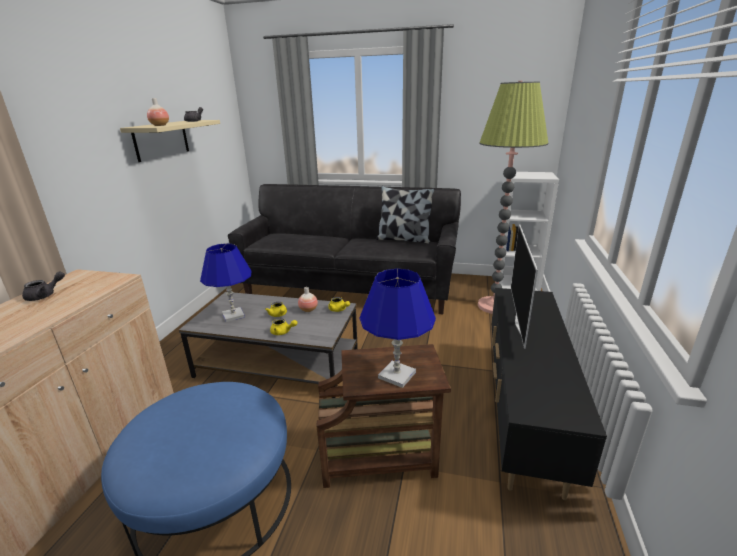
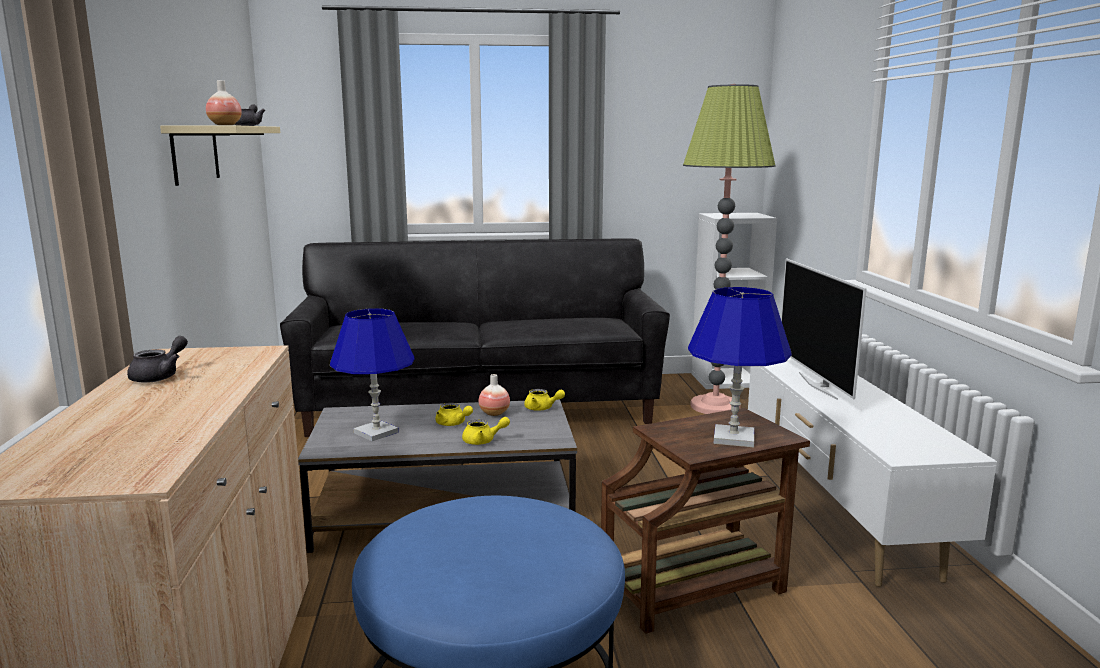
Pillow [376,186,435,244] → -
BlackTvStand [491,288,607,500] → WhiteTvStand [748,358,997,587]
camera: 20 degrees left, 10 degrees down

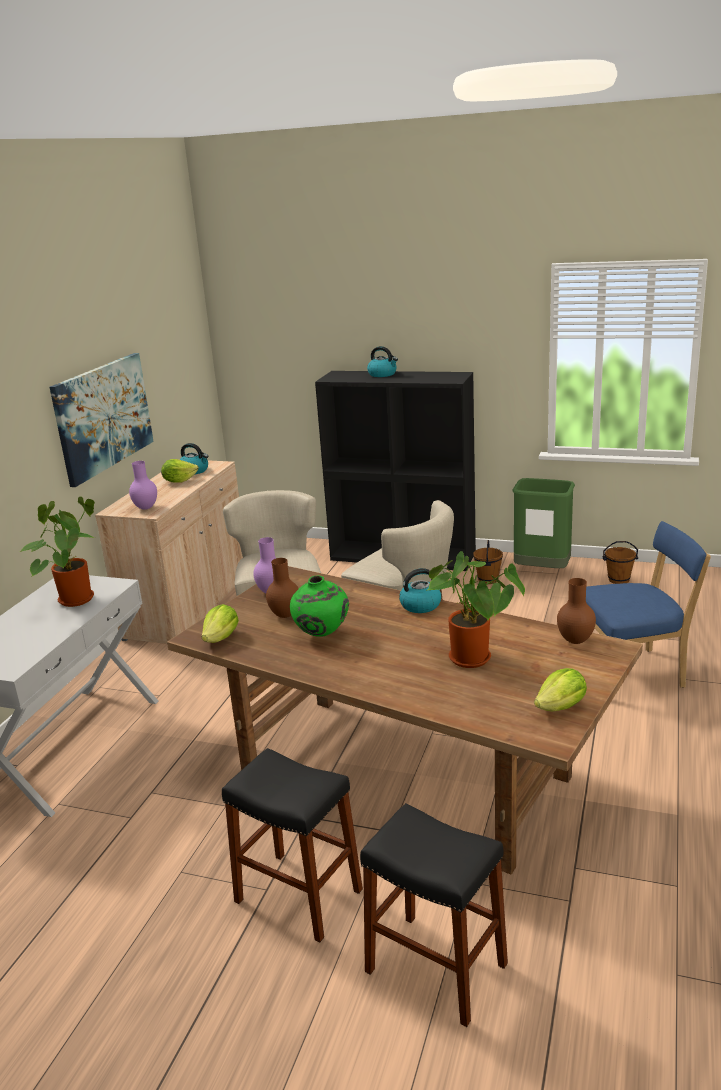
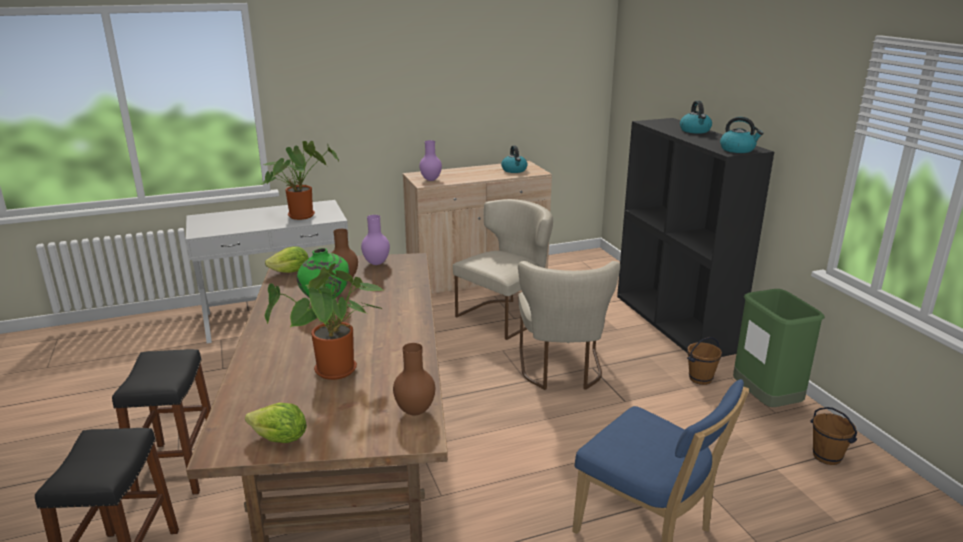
Picture [49,353,154,487] → -
Lettuce [161,459,198,483] → -
Kettle [399,568,441,613] → Kettle [720,117,763,153], shifted
camera: 50 degrees right, 0 degrees up

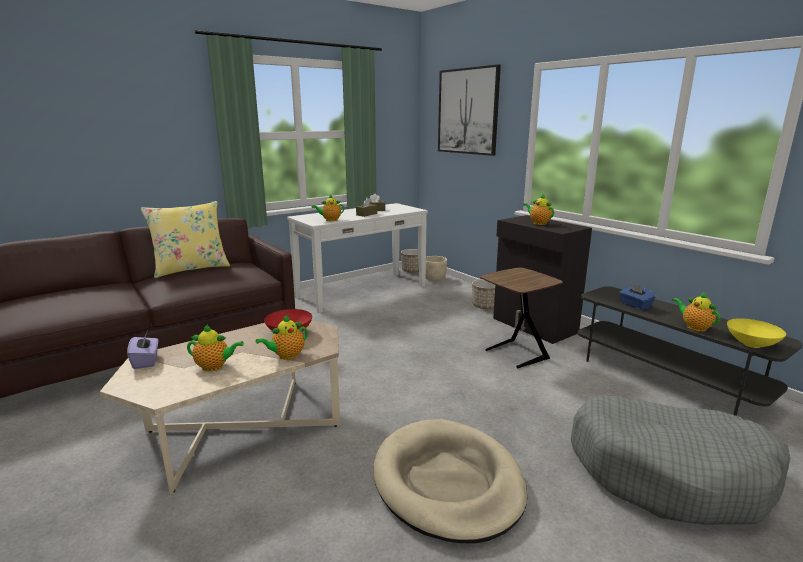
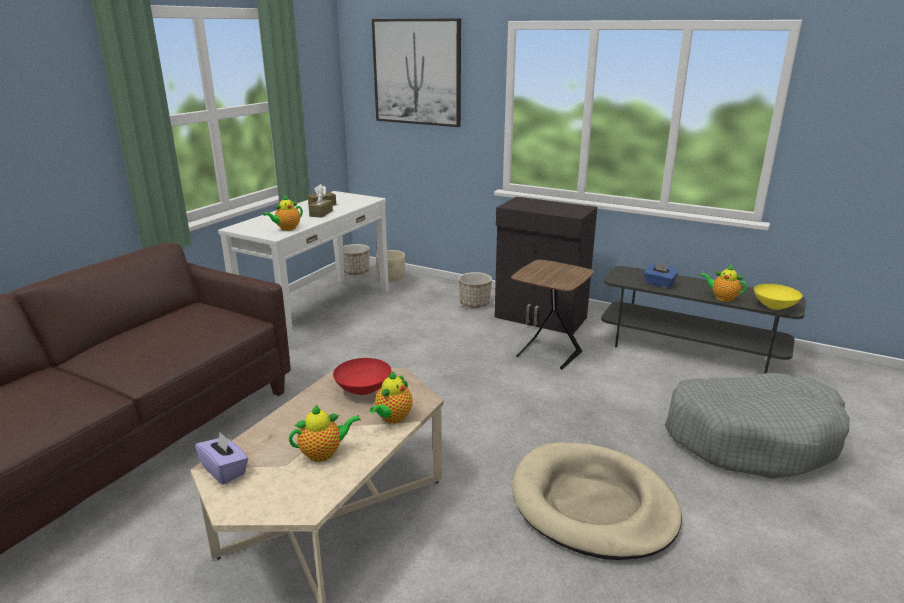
Teapot [523,194,554,225] → -
YellowPillow [141,201,230,278] → -
camera: 25 degrees left, 5 degrees up

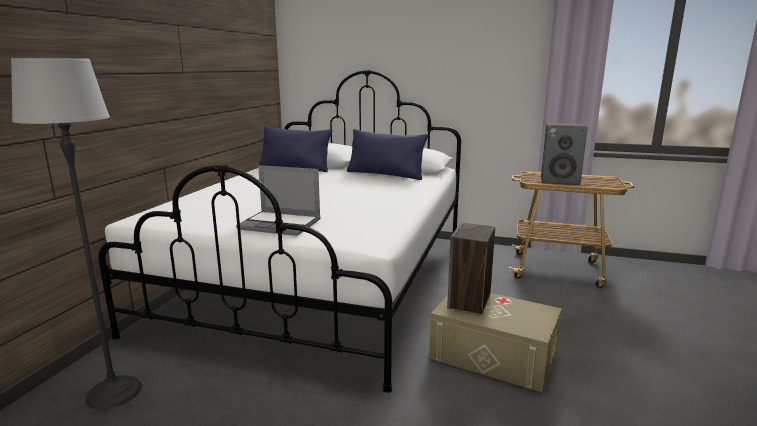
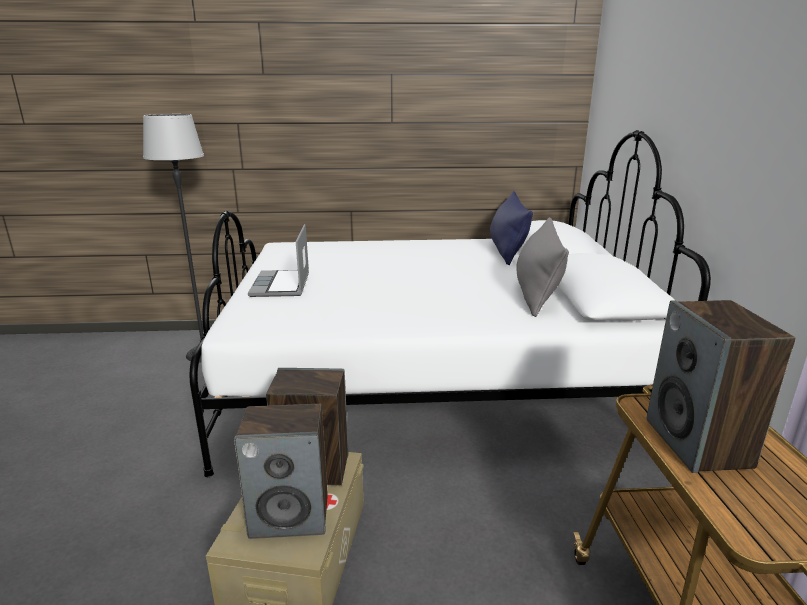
BluePillow [347,129,428,180] → GreyPillow [516,217,569,317]
- → Speaker [234,404,328,539]
camera: 70 degrees right, 5 degrees up

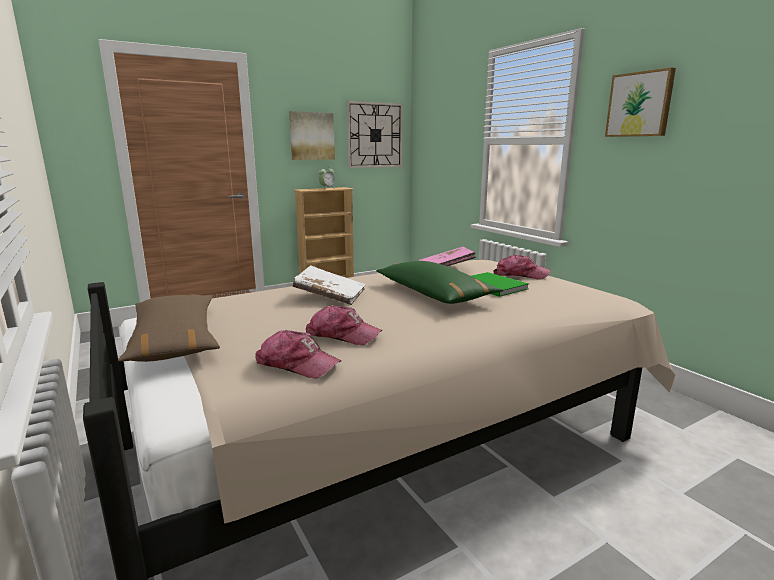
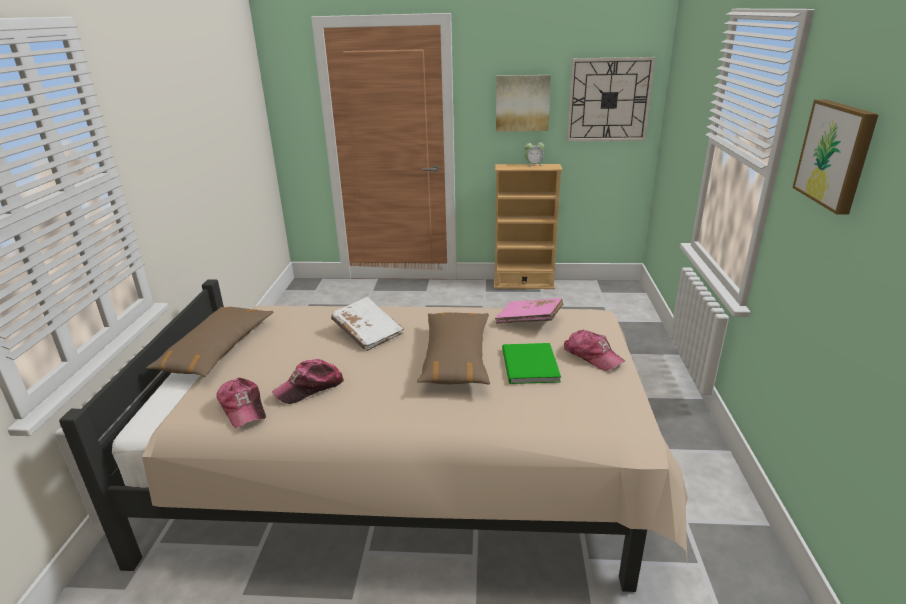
GreenPillow [376,261,503,304] → BrownPillow [417,312,490,385]
Cap [306,305,382,345] → Cap [272,359,344,404], 90 degrees clockwise
camera: 35 degrees right, 10 degrees up

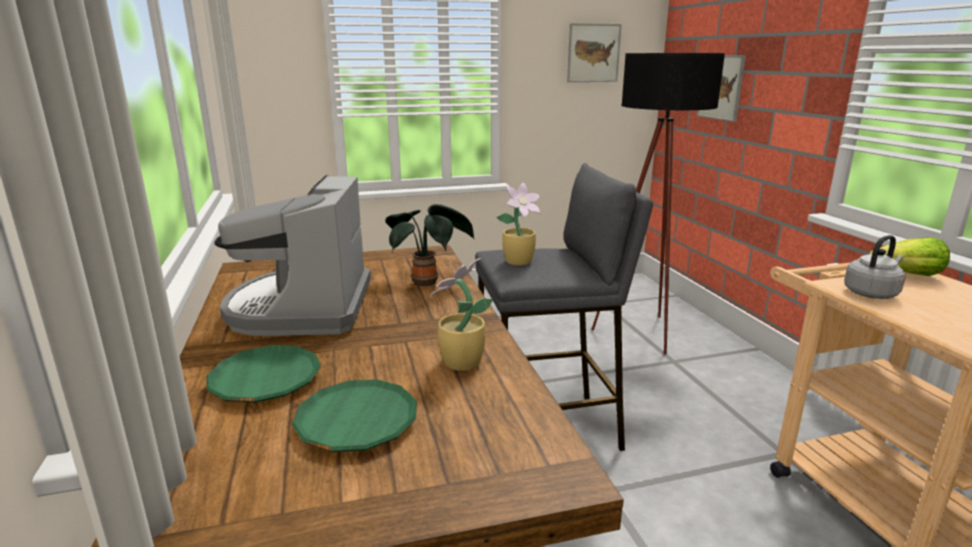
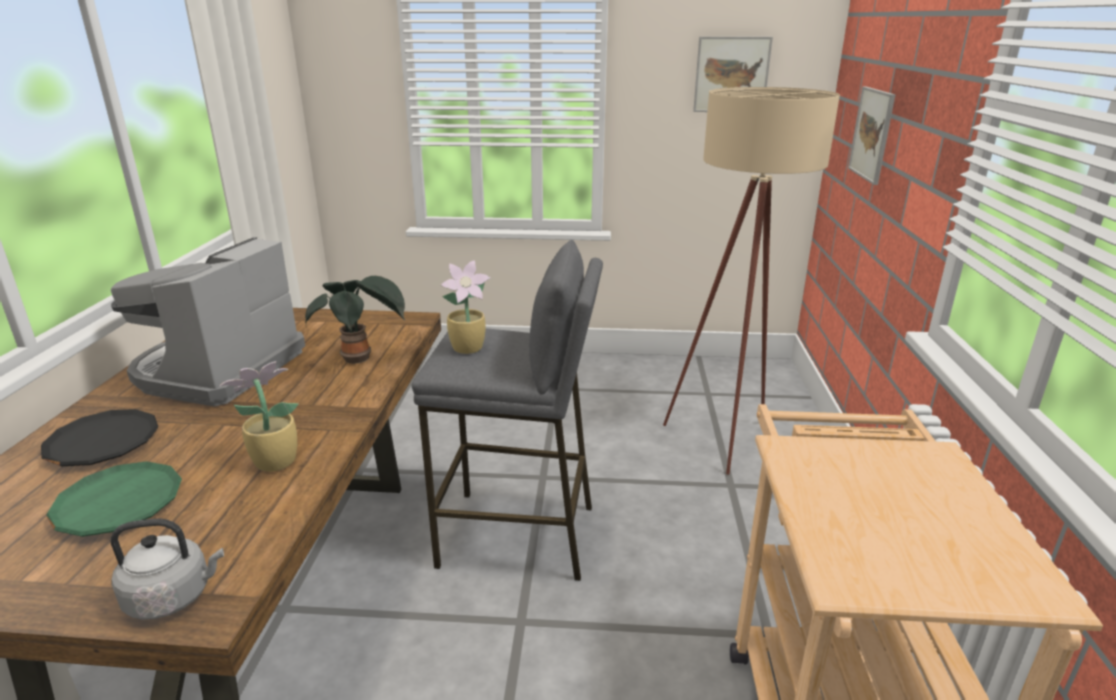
BlackFloorLamp [591,53,725,355] → BeigeFloorLamp [663,87,840,475]
GreyKettle [844,235,906,299] → GreyKettle [110,518,224,620], shifted
Lettuce [870,237,950,276] → -
GreenPlate [206,345,321,403] → BlackPlate [41,409,158,466]
camera: 20 degrees right, 5 degrees up

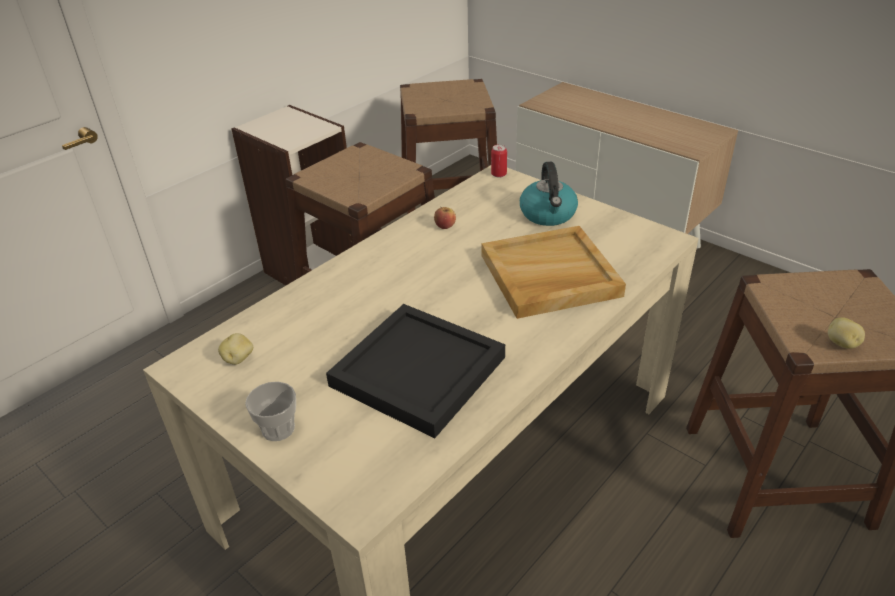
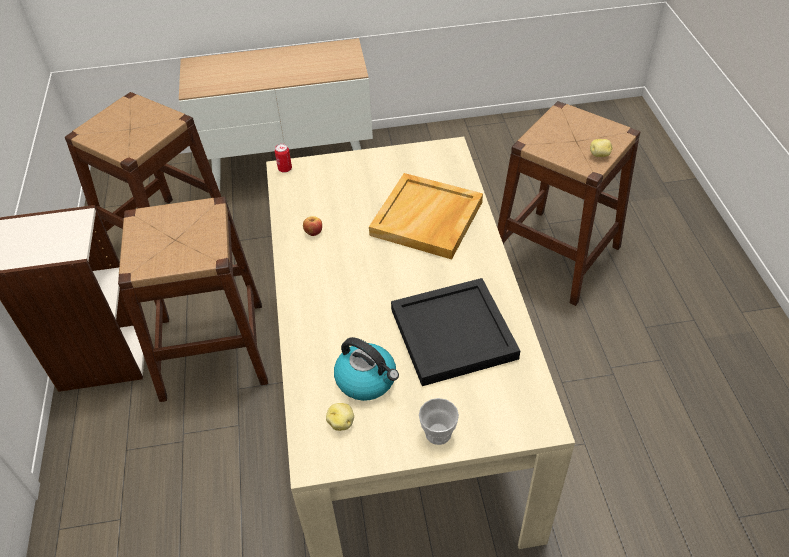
Kettle [520,162,578,226] → Kettle [334,337,399,401], shifted
camera: 50 degrees left, 10 degrees up

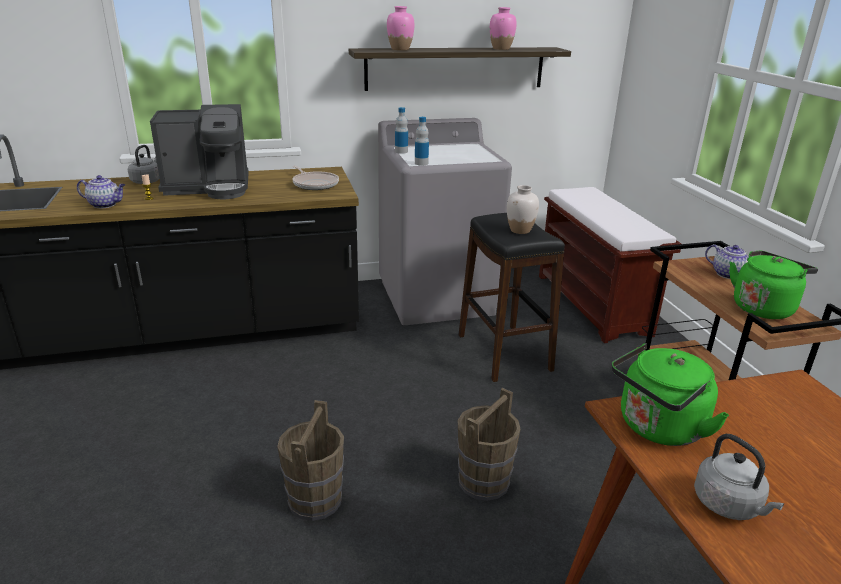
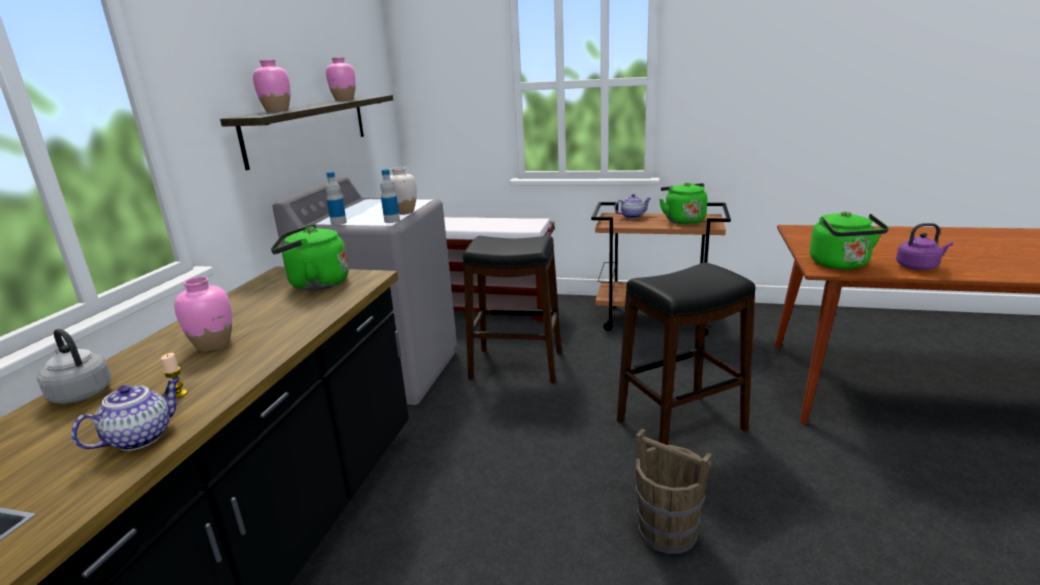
CoffeeMachine [150,104,249,199] → PinkVase [174,277,232,352]
FryingPan [293,166,339,190] → GreenKettle [271,224,349,290]
WhiteVase [507,185,539,234] → WhiteVase [390,167,417,215], shifted
BrownBucket [457,388,521,501] → BlackStool [617,263,756,445]
GreyKettle [694,434,784,520] → PurpleKettle [896,223,953,270]
camera: 60 degrees left, 5 degrees down

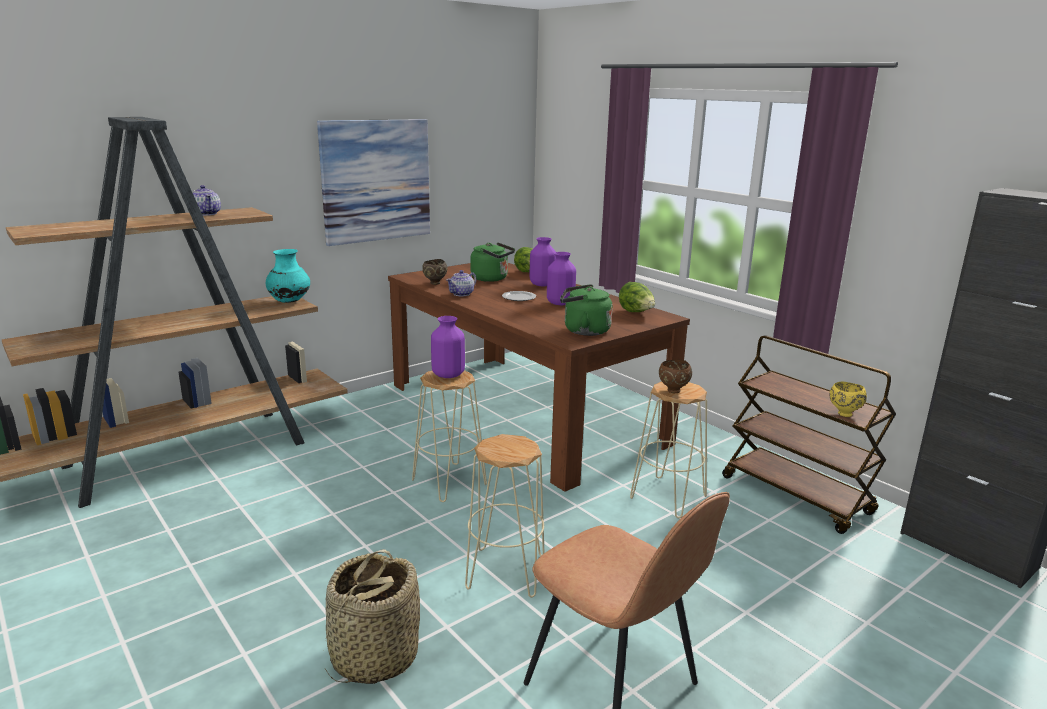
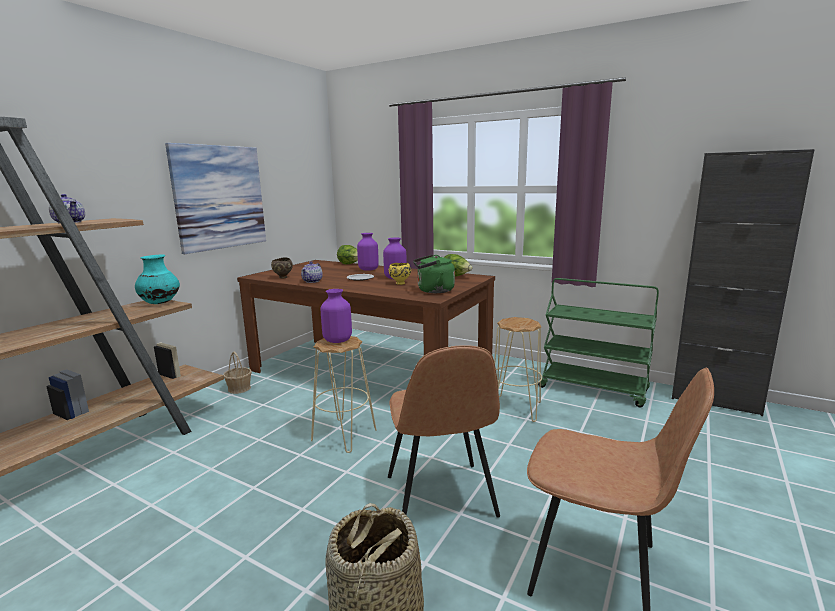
GreenKettle [471,242,515,282] → -
BrownCart [722,335,896,534] → GreenCart [538,278,659,407]
BrownBowl [659,359,692,393] → -
YellowBowl [829,381,867,417] → YellowBowl [388,263,411,285], shifted
BeigeStool [465,434,545,598] → BrownChair [388,345,500,518]
- → Basket [223,352,252,394]
camera: 20 degrees left, 5 degrees down

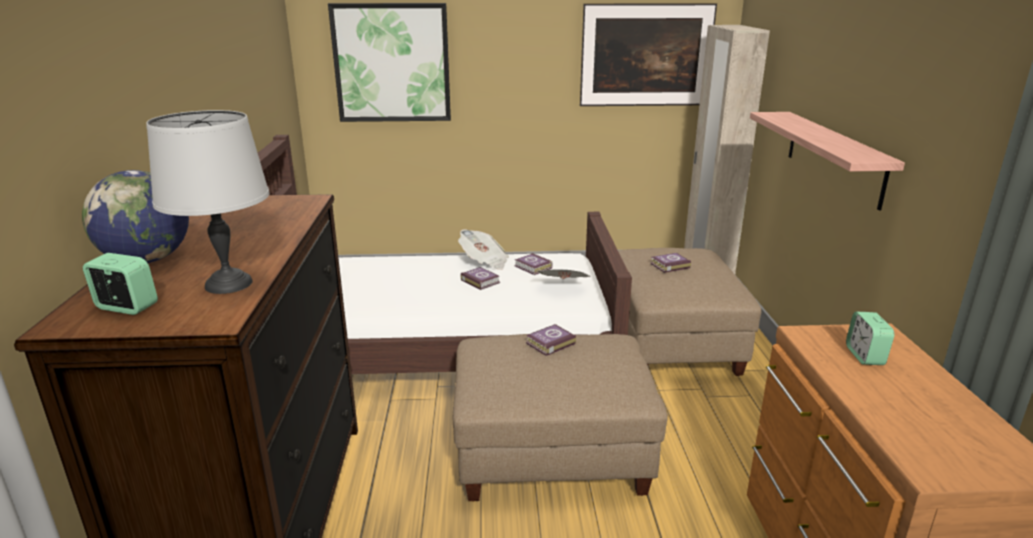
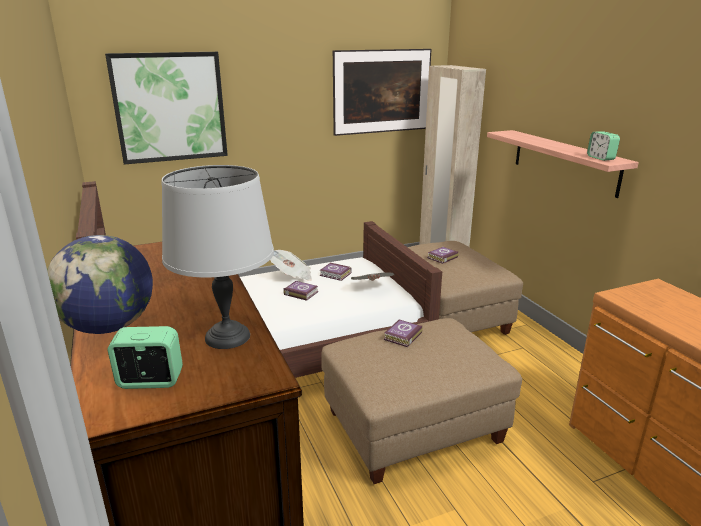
AlarmClock [846,312,894,365] → AlarmClock [587,132,620,161], shifted
camera: 20 degrees left, 0 degrees up

